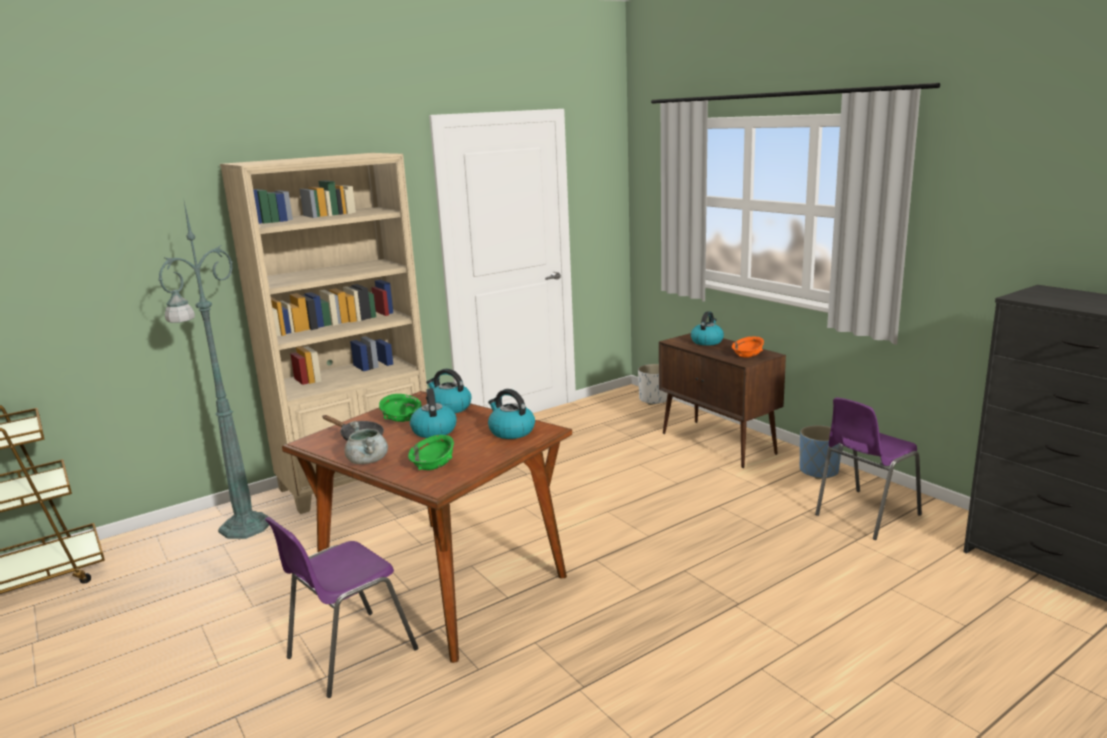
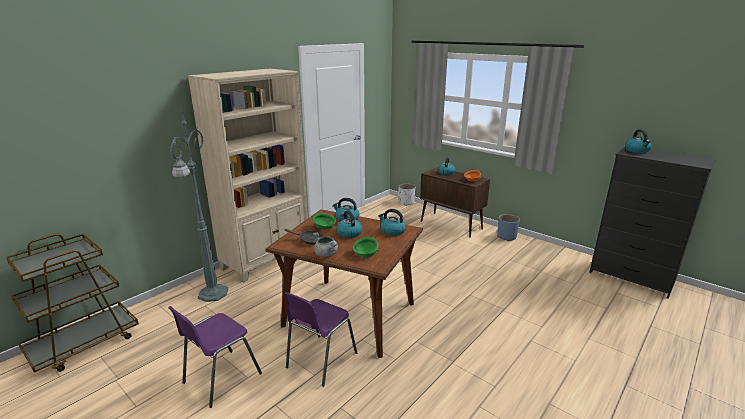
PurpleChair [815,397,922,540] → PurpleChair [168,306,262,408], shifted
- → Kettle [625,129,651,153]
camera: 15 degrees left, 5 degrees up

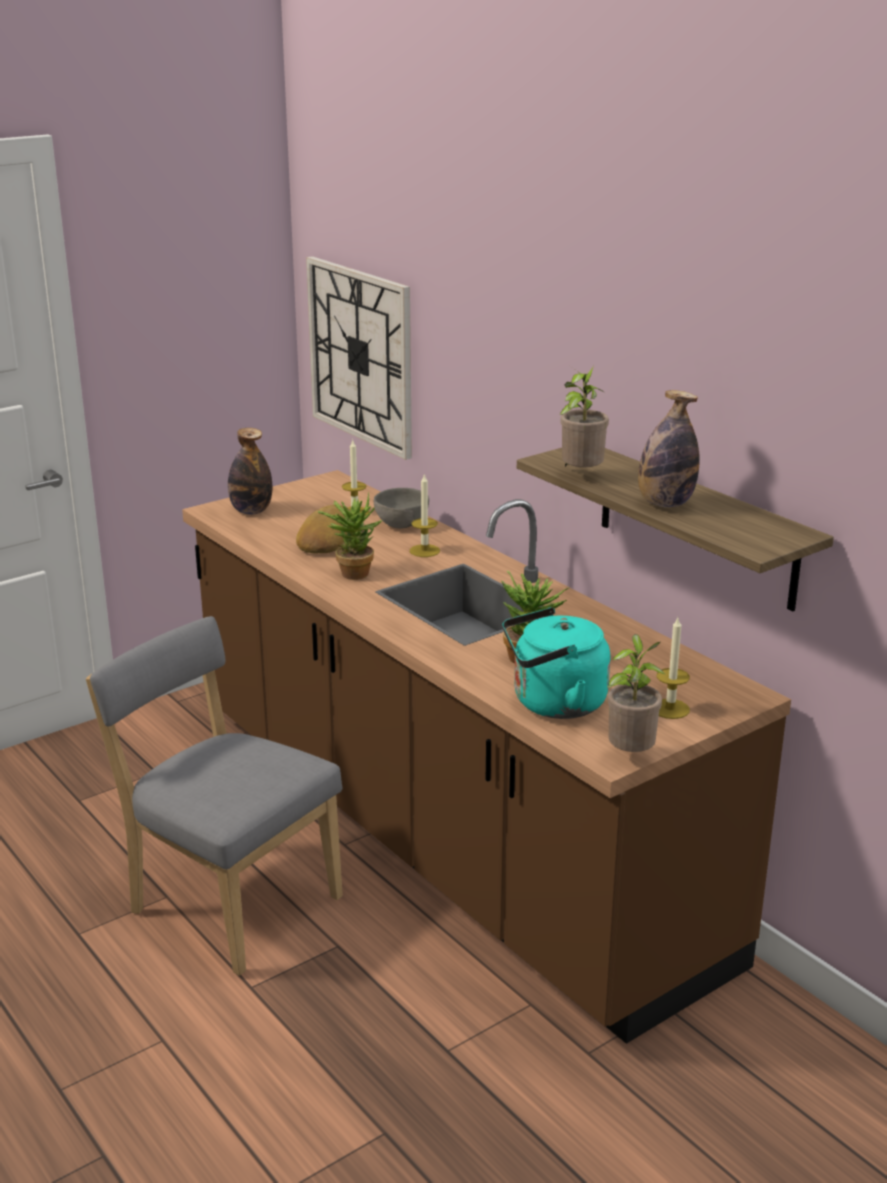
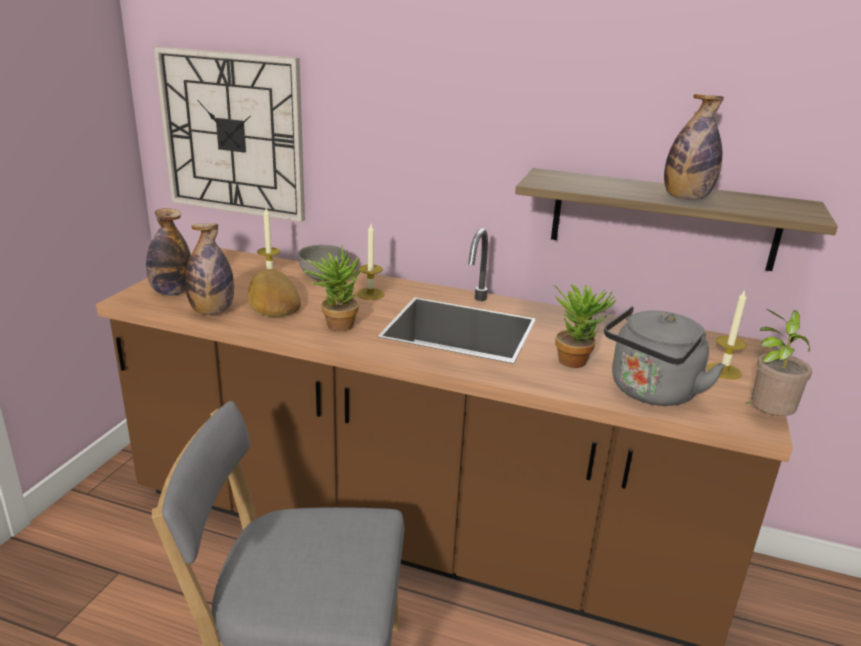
PottedPlant [559,366,609,468] → -
TurquoiseKettle [503,607,610,719] → GreyKettle [604,306,725,406]
- → Bottle [185,223,234,315]
camera: 35 degrees left, 0 degrees up

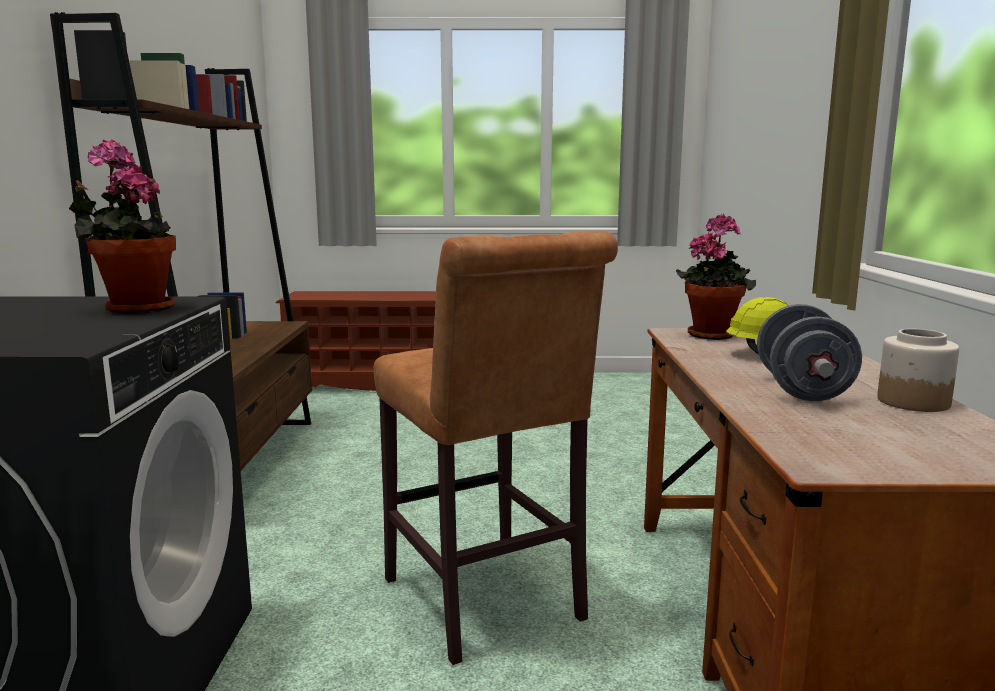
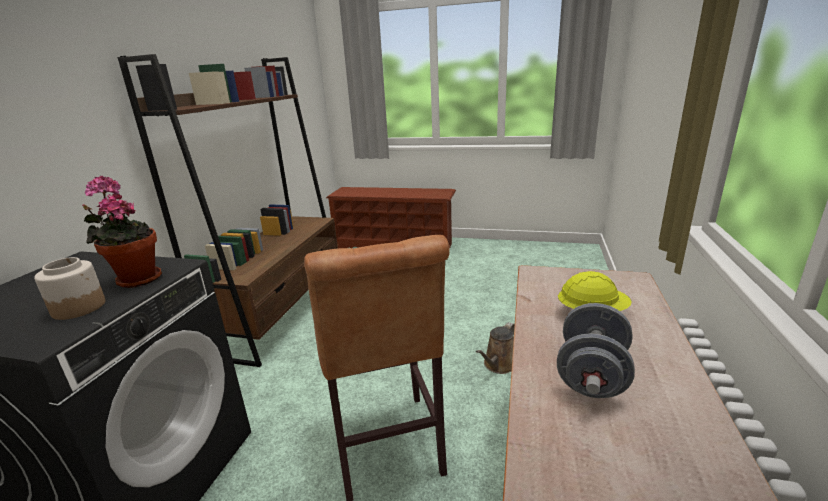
PottedPlant [676,214,756,340] → -
Jar [877,329,959,412] → Jar [34,257,106,320], shifted
- → BrownWateringCan [476,322,515,374]
camera: 15 degrees right, 10 degrees up

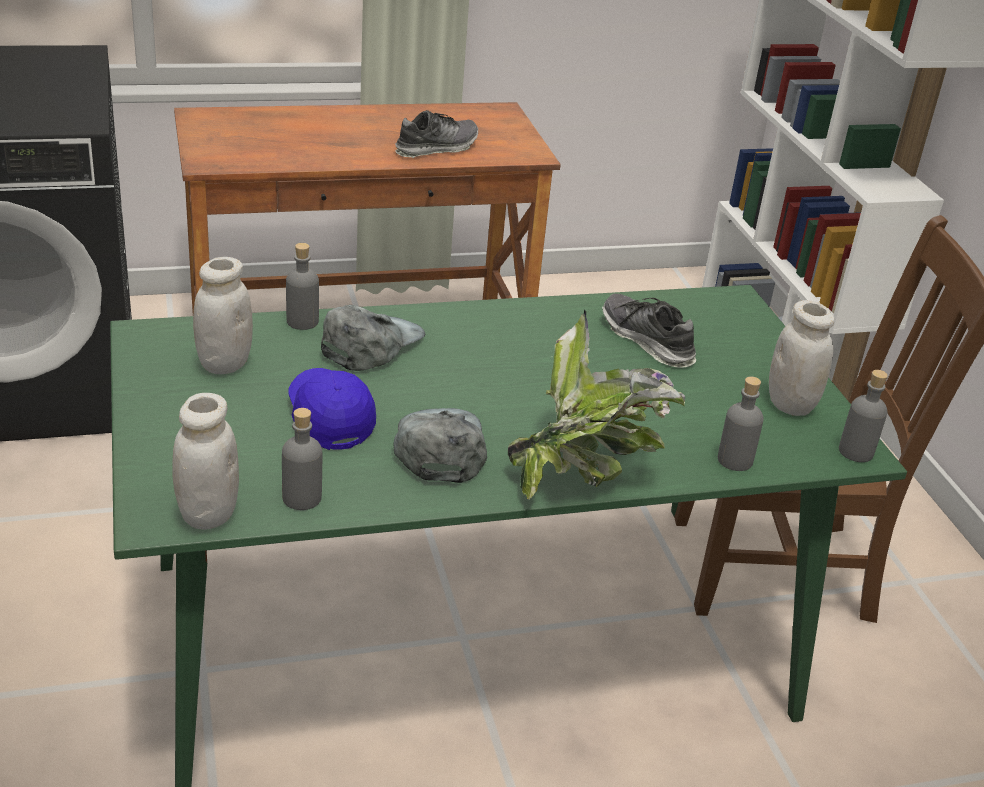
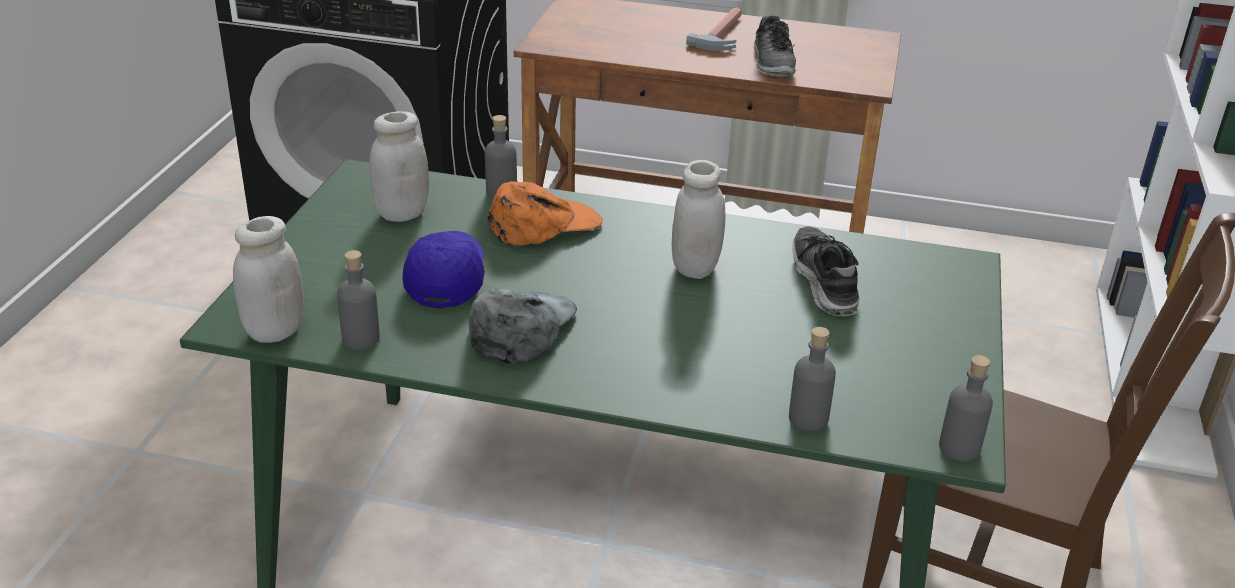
Shoe [395,110,478,158] → Shoe [753,15,797,77], 90 degrees clockwise
WhiteJar [769,300,835,416] → WhiteJar [672,160,725,279], shifted
GreyCap [321,305,425,371] → OrangeCap [487,181,603,245]
PottedPlant [508,310,685,500] → -
- → Hammer [686,7,742,51]
camera: 30 degrees right, 0 degrees up

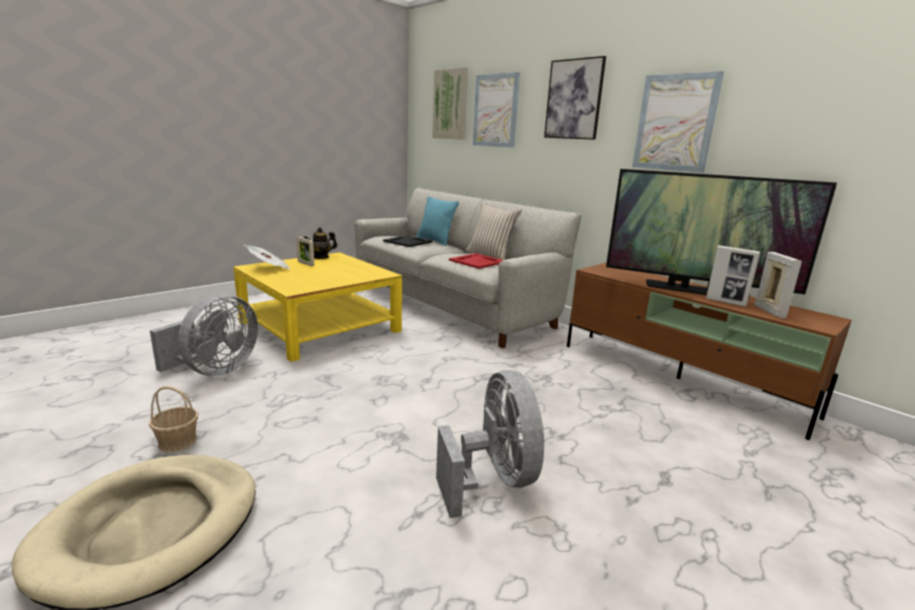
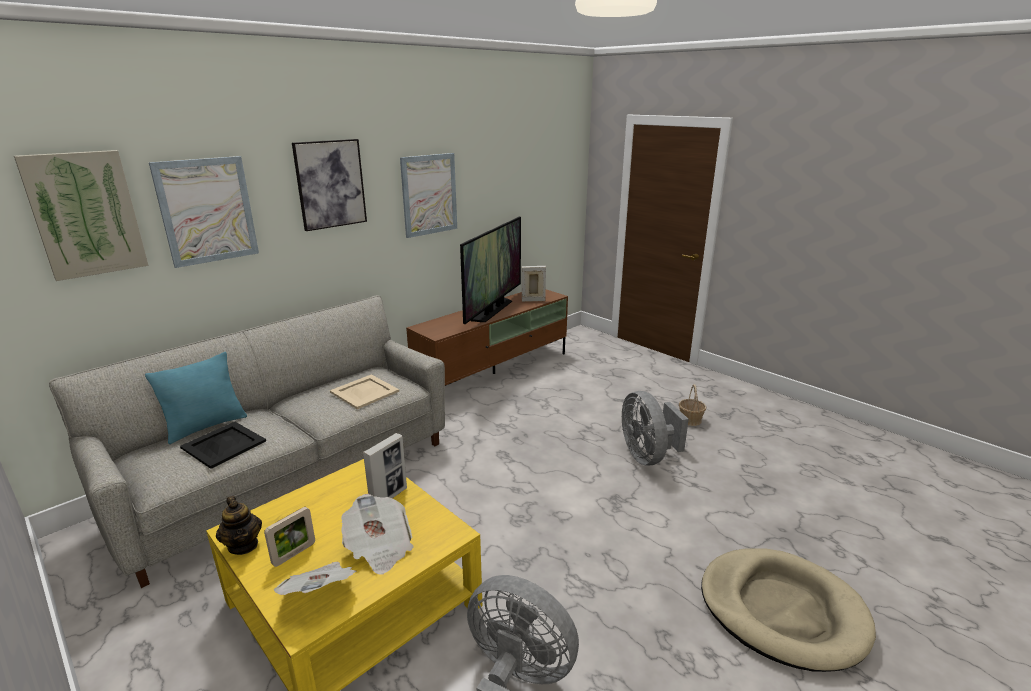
BeigePillow [466,203,522,260] → -
PictureFrame [706,245,761,307] → PictureFrame [363,433,407,498], shifted
RedTray [449,253,503,269] → BeigeTray [330,375,399,409]
GreyFan [436,370,544,518] → GreyFan [622,391,689,465], 90 degrees counterclockwise
Basket [149,386,198,452] → Basket [679,384,706,426], shifted
- → Newspaper [341,494,414,575]
camera: 90 degrees left, 5 degrees up

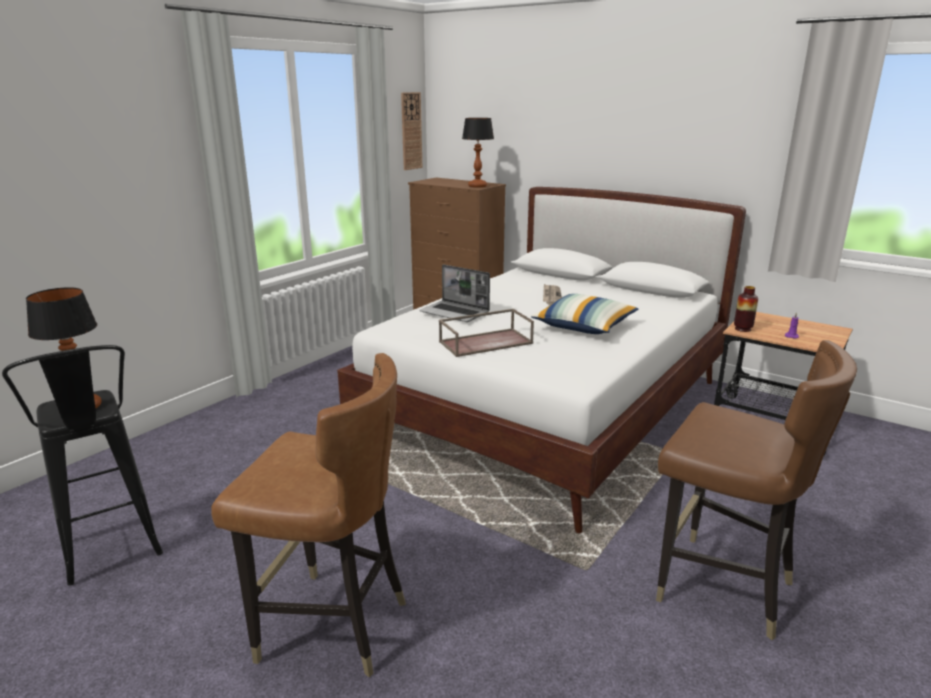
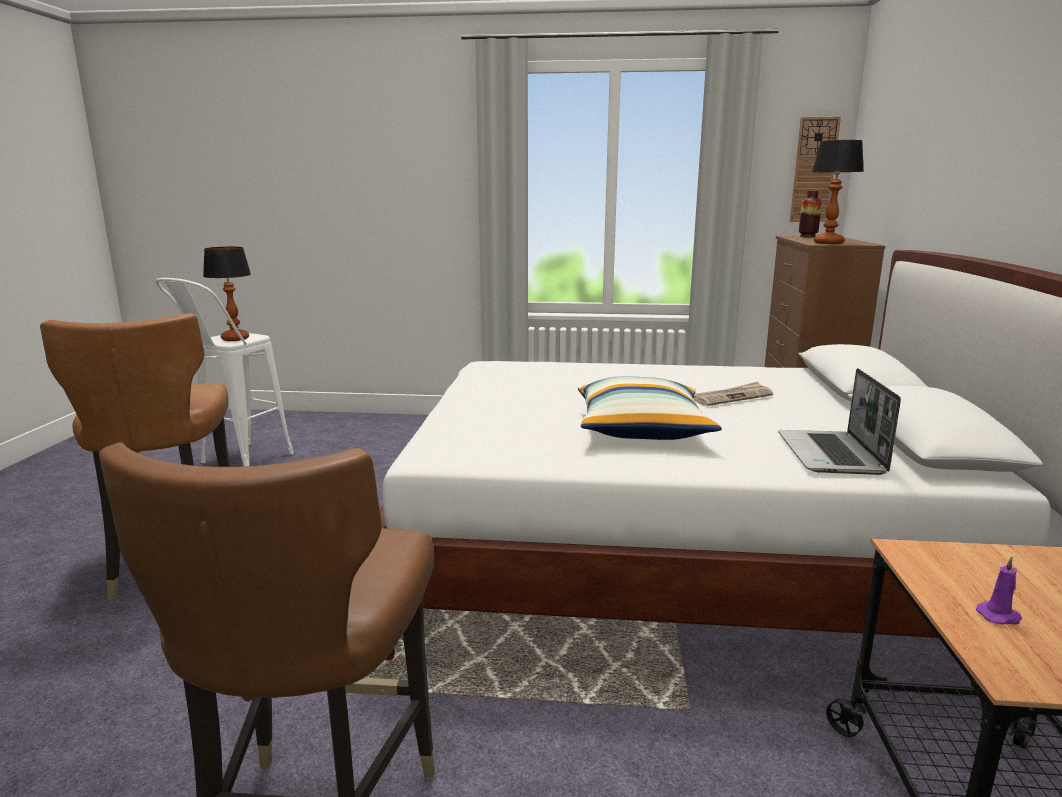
Laptop [420,264,490,322] → Laptop [778,368,901,475], shifted
Vase [734,286,758,332] → Vase [799,190,822,237], shifted
BrownTray [439,309,534,357] → -
BlackStool [2,345,163,586] → WhiteStool [156,278,294,466]
camera: 60 degrees right, 5 degrees down

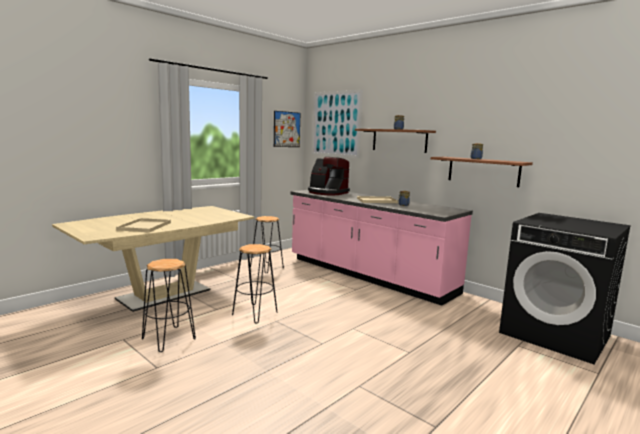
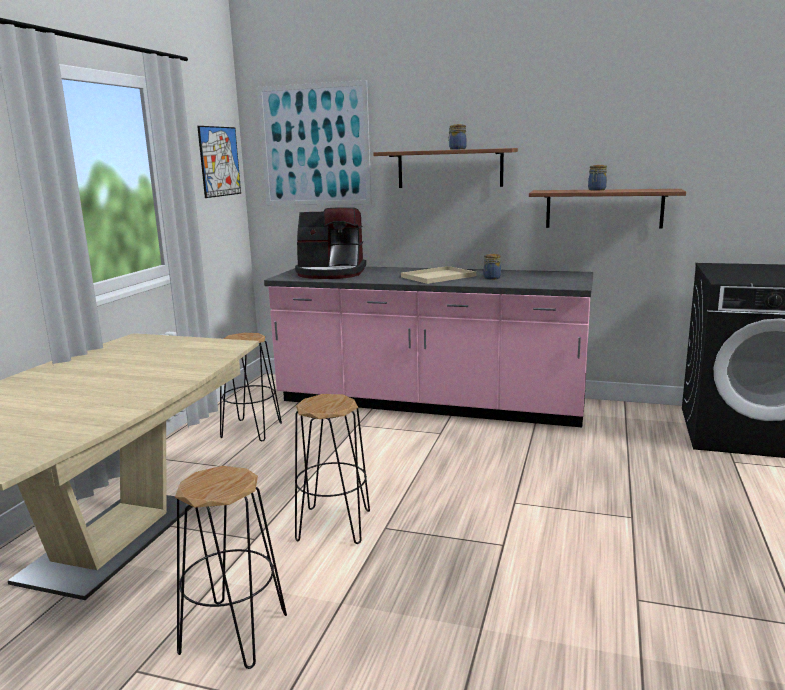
BeigeTray [116,218,171,232] → -
camera: 25 degrees left, 5 degrees up

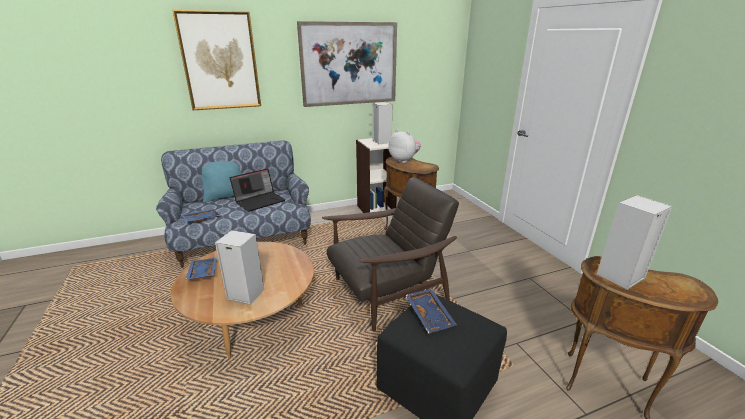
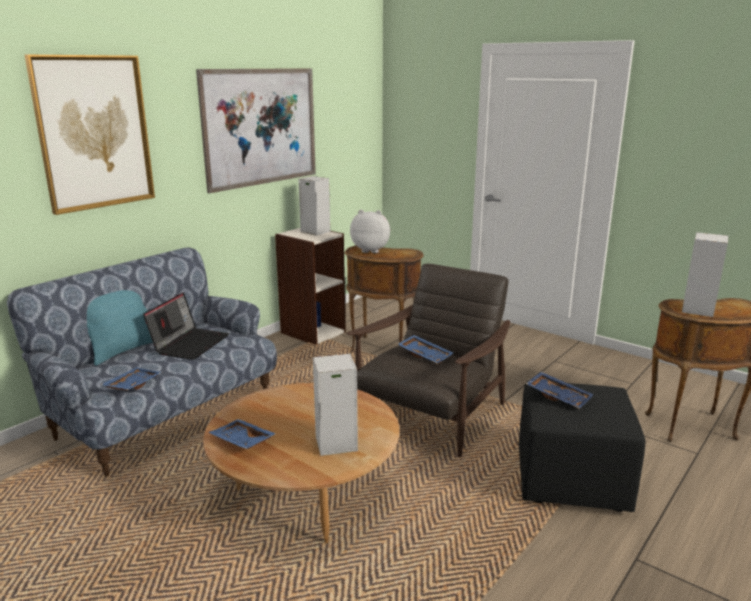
- → BlueTray [398,335,453,364]
camera: 30 degrees left, 5 degrees down

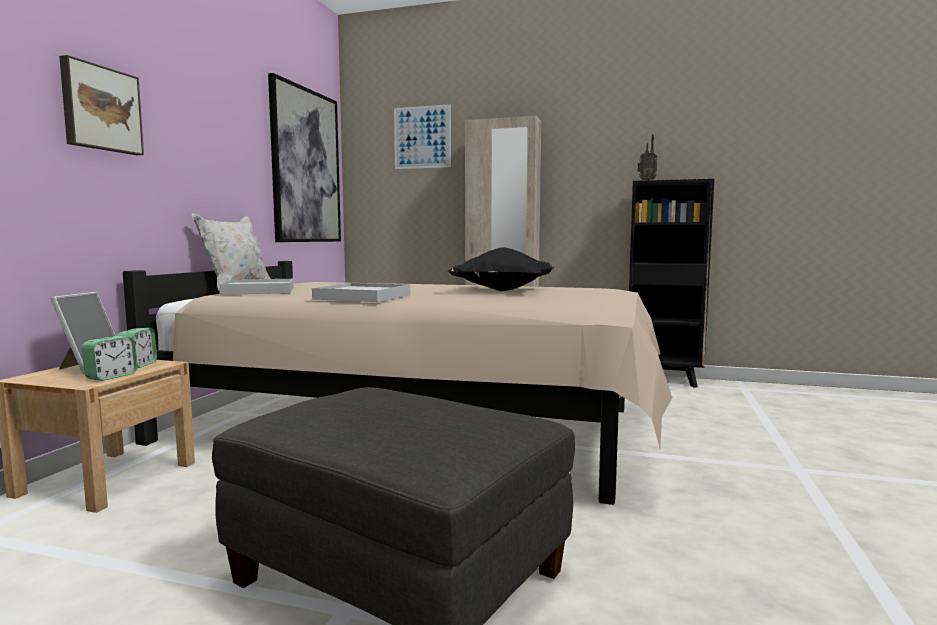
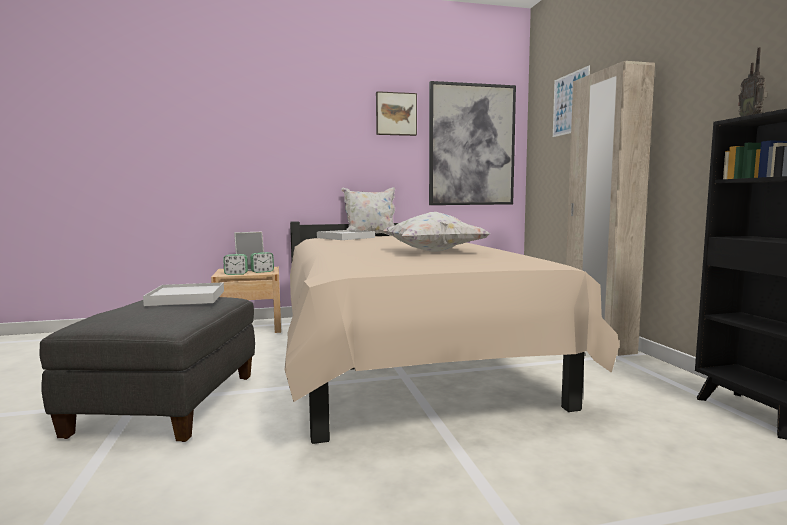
Picture [59,55,144,155] → Picture [376,91,417,136], shifted
BlackPillow [448,247,554,291] → WhitePillow [383,212,490,252]
WhiteTray [312,283,410,302] → WhiteTray [143,282,224,306], shifted
camera: 60 degrees right, 0 degrees up

